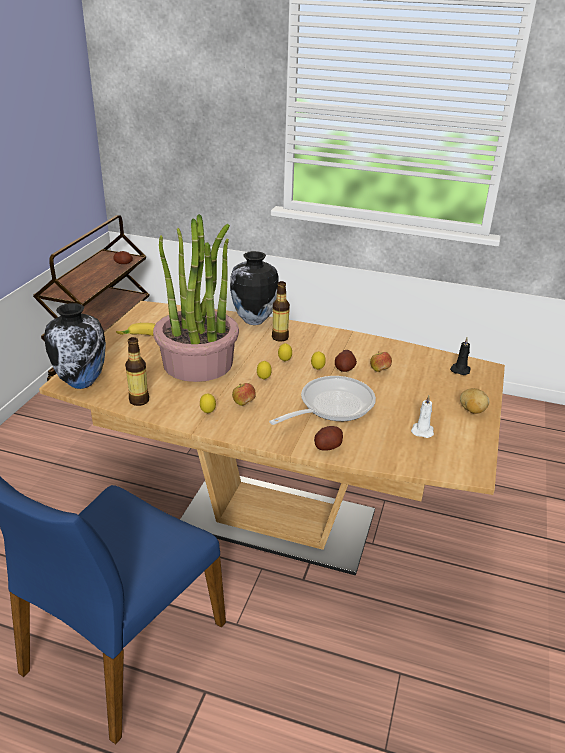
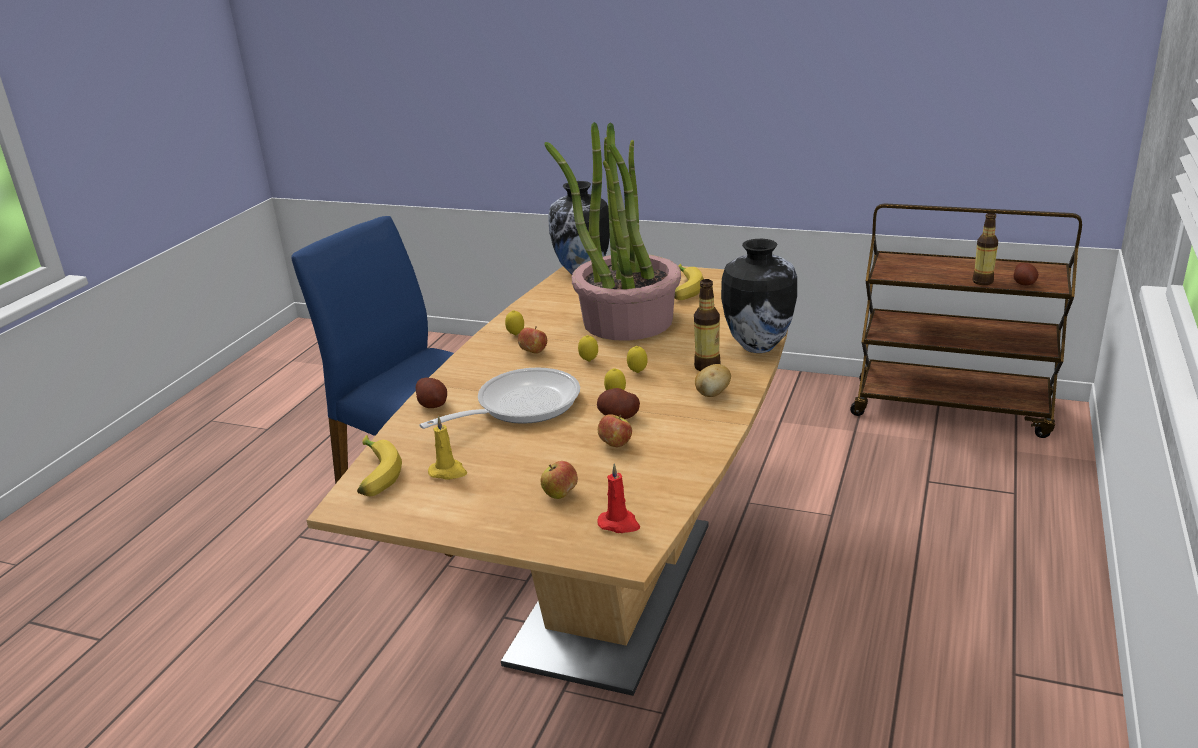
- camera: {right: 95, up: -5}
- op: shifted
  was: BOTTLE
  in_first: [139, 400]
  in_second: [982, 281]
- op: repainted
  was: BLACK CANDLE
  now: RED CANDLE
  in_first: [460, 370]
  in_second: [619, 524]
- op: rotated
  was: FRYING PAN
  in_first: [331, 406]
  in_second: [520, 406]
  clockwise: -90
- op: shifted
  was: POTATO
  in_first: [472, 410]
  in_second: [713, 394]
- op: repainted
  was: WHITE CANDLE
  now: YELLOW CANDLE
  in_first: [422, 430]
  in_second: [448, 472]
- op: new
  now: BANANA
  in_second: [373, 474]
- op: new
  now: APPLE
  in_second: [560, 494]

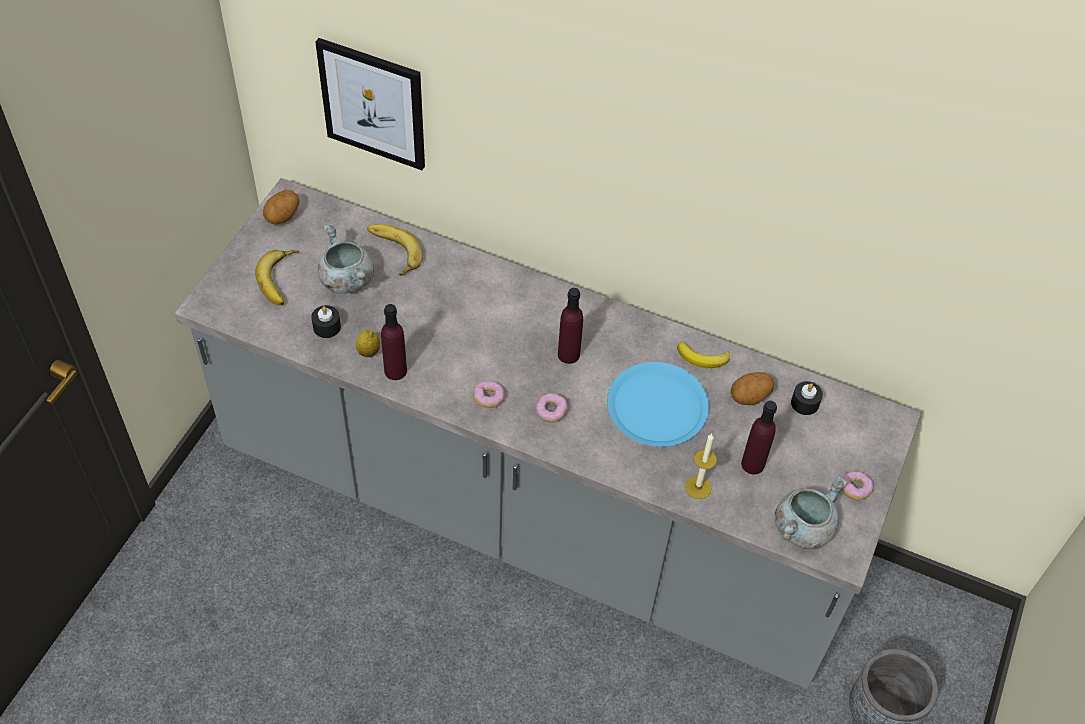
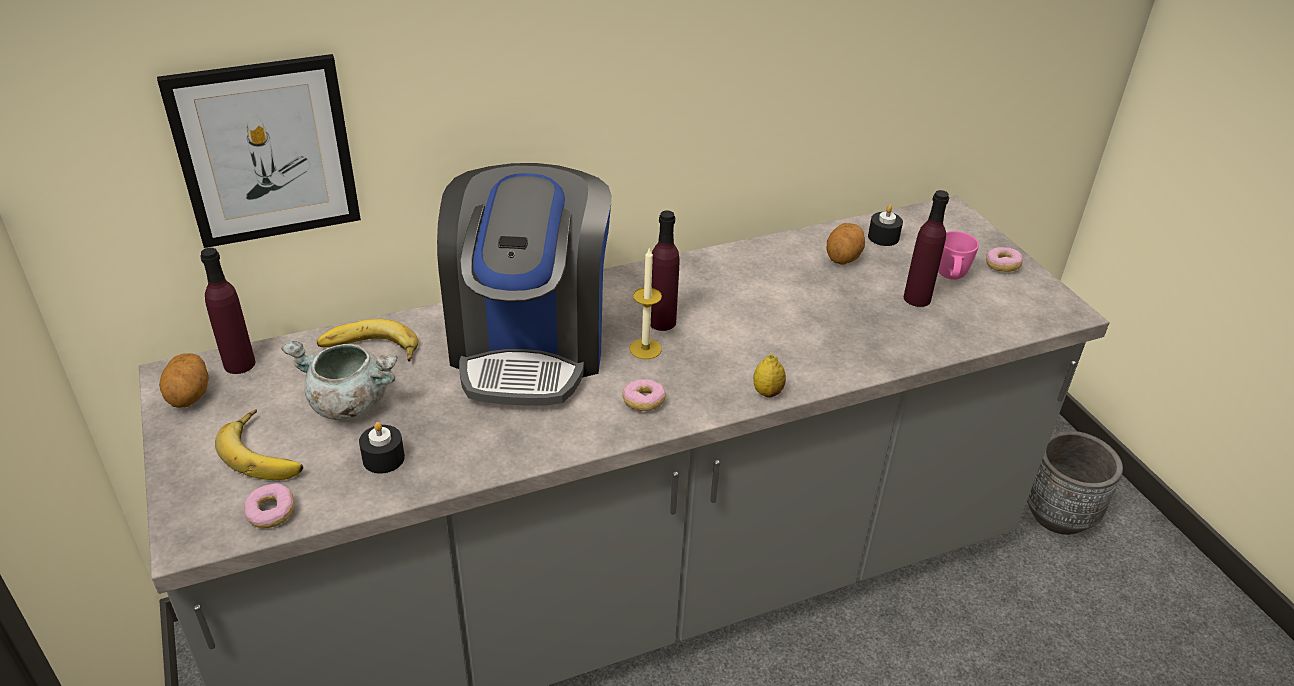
- camera: {right: -45, up: -15}
- op: shifted
  was: PURPLE BOTTLE
  in_first: [395, 370]
  in_second: [239, 364]
- op: shifted
  was: LEMON
  in_first: [368, 352]
  in_second: [767, 392]
- op: gone
  was: BANANA
  in_first: [703, 358]
- op: gone
  was: BLUE PLATE
  in_first: [657, 406]
- op: shifted
  was: DONUT
  in_first: [551, 412]
  in_second: [271, 513]
- op: shifted
  was: CANDLE
  in_first: [698, 487]
  in_second: [645, 349]
- op: gone
  was: GREY COOKING POT
  in_first: [802, 527]
- op: new
  now: COFFEE MACHINE
  in_second: [530, 344]
- op: new
  now: PINK MUG
  in_second: [950, 278]

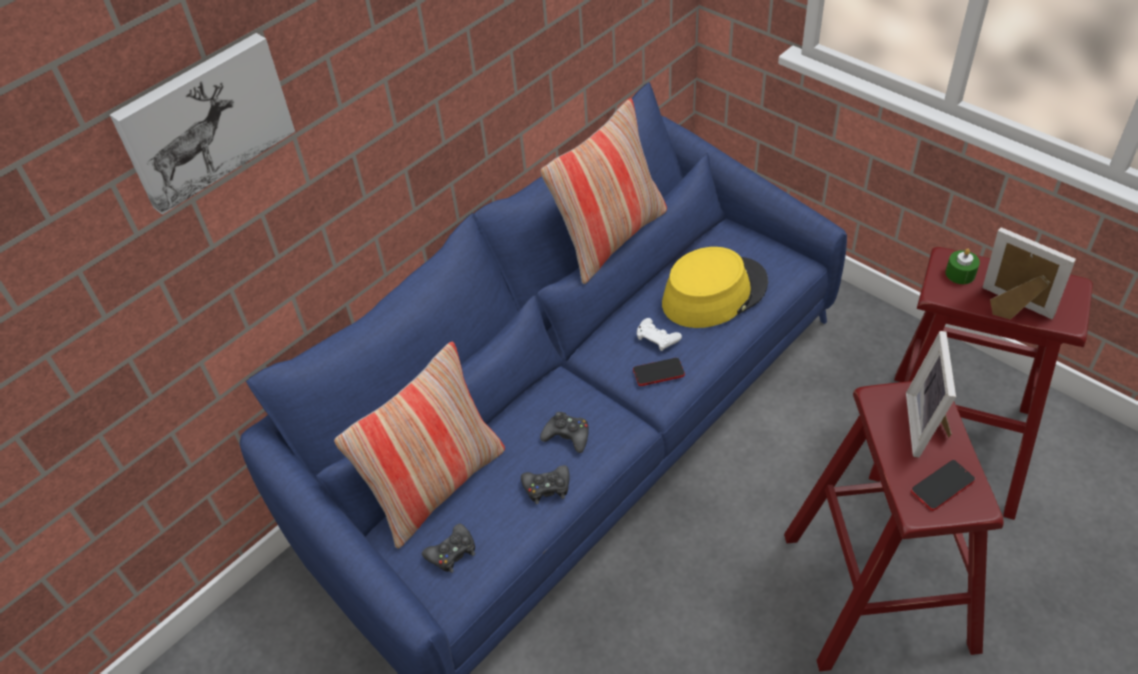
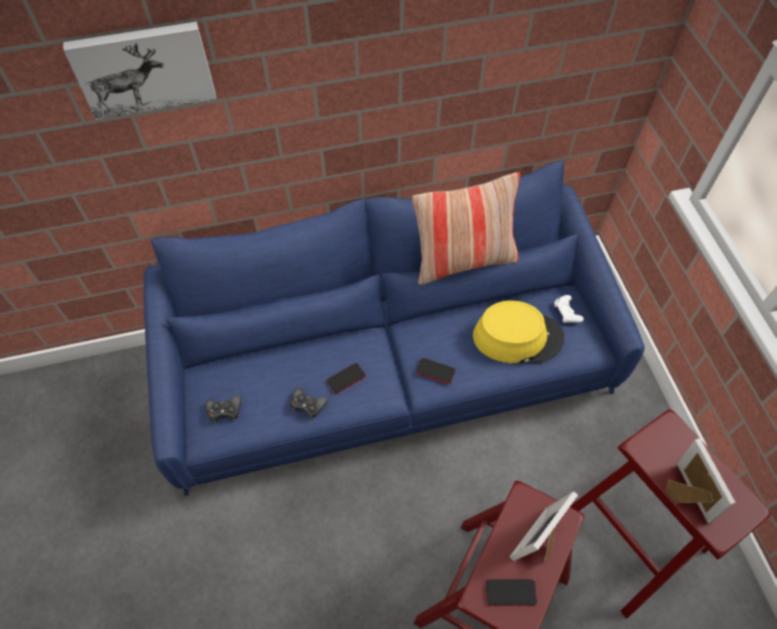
- camera: {right: 30, up: 10}
- op: gone
  was: GREEN CANDLE
  in_first: [960, 274]
- op: shifted
  was: WHITE GAME CONTROLLER
  in_first: [657, 338]
  in_second: [567, 312]
- op: gone
  was: PILLOW
  in_first: [437, 486]
- op: swapped
  was: BLACK GAME CONTROLLER
  now: PHONE
  in_first: [567, 436]
  in_second: [346, 378]

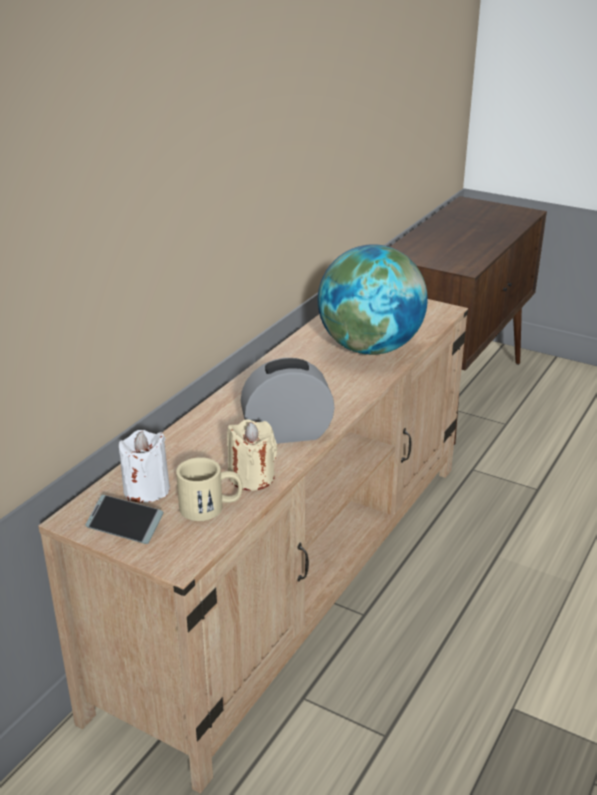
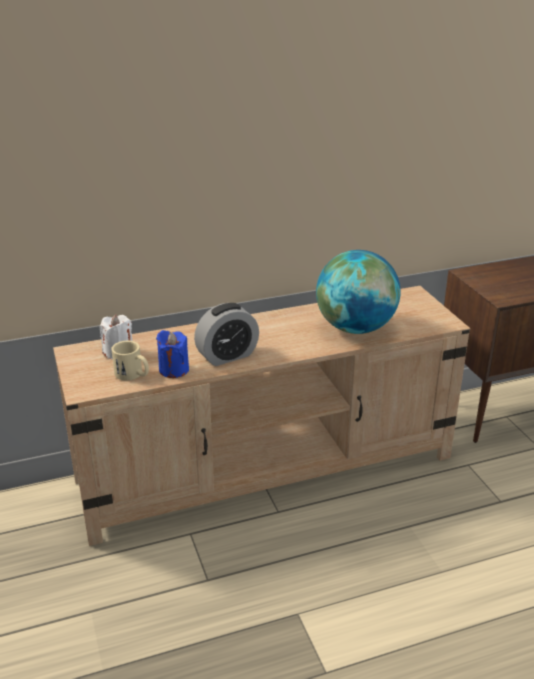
- camera: {right: 40, up: 0}
- op: rotated
  was: ALARM CLOCK
  in_first: [287, 434]
  in_second: [227, 356]
  clockwise: 120
- op: repainted
  was: BEIGE CANDLE
  now: BLUE CANDLE
  in_first: [251, 477]
  in_second: [174, 370]
- op: gone
  was: PHONE
  in_first: [125, 526]

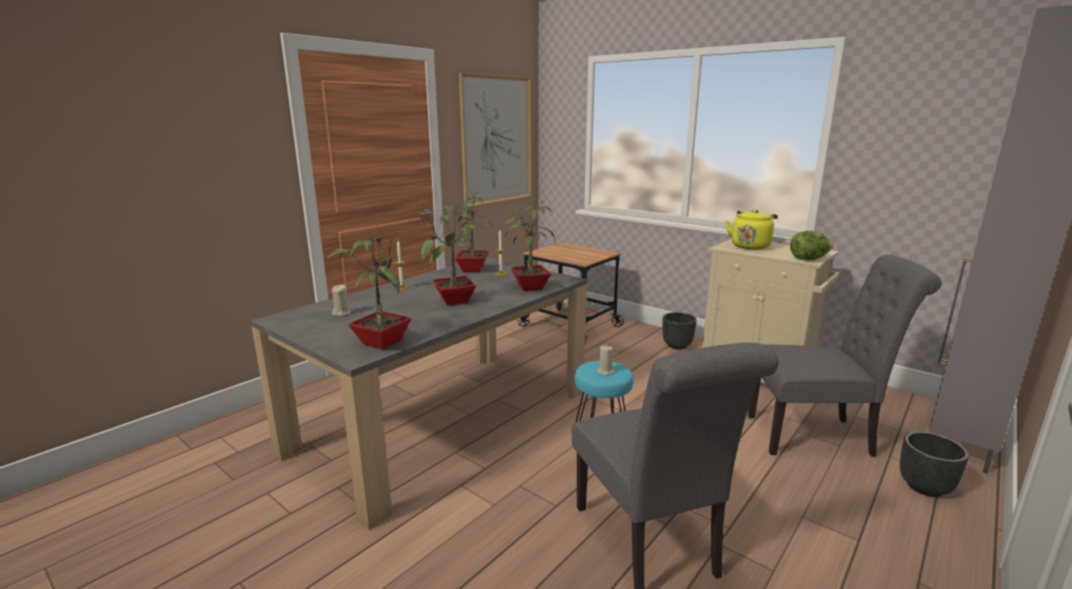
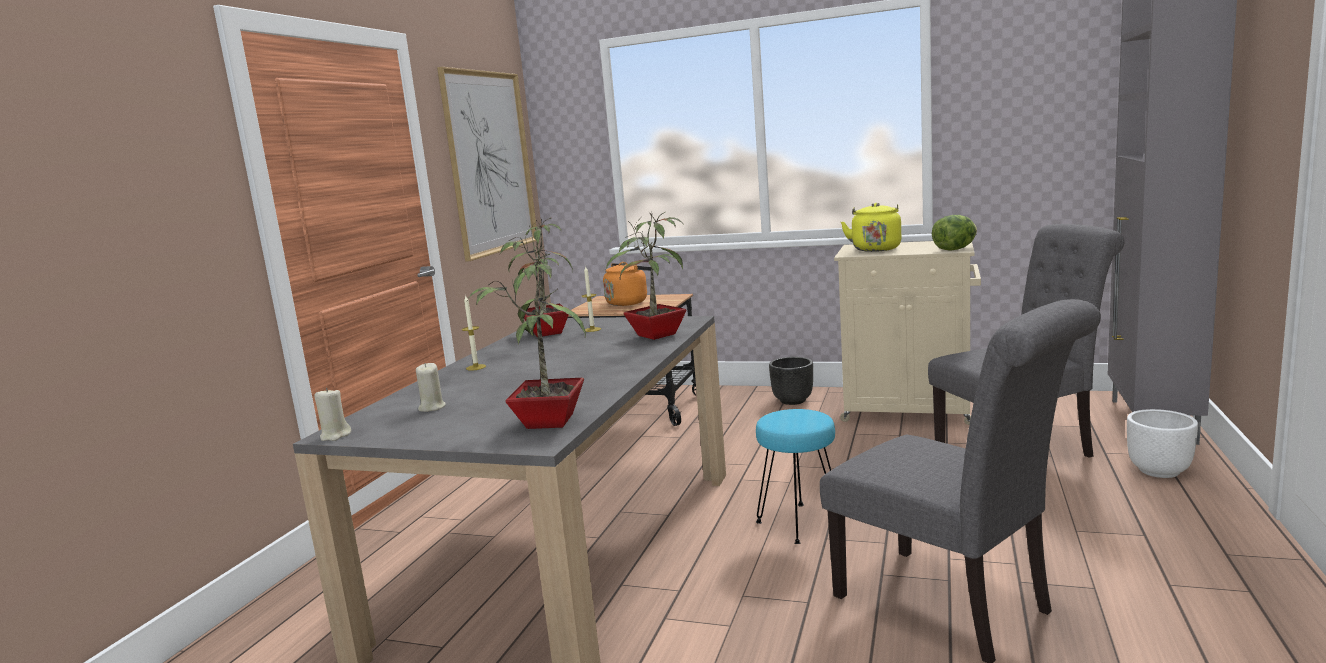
- camera: {right: -20, up: -5}
- op: gone
  was: POTTED PLANT
  in_first: [455, 301]
- op: shifted
  was: BEIGE CANDLE
  in_first: [605, 371]
  in_second: [335, 436]
- op: repainted
  was: BLACK PLANTER
  now: WHITE PLANTER
  in_first: [925, 487]
  in_second: [1160, 471]
- op: new
  now: ORANGE KETTLE
  in_second: [629, 302]

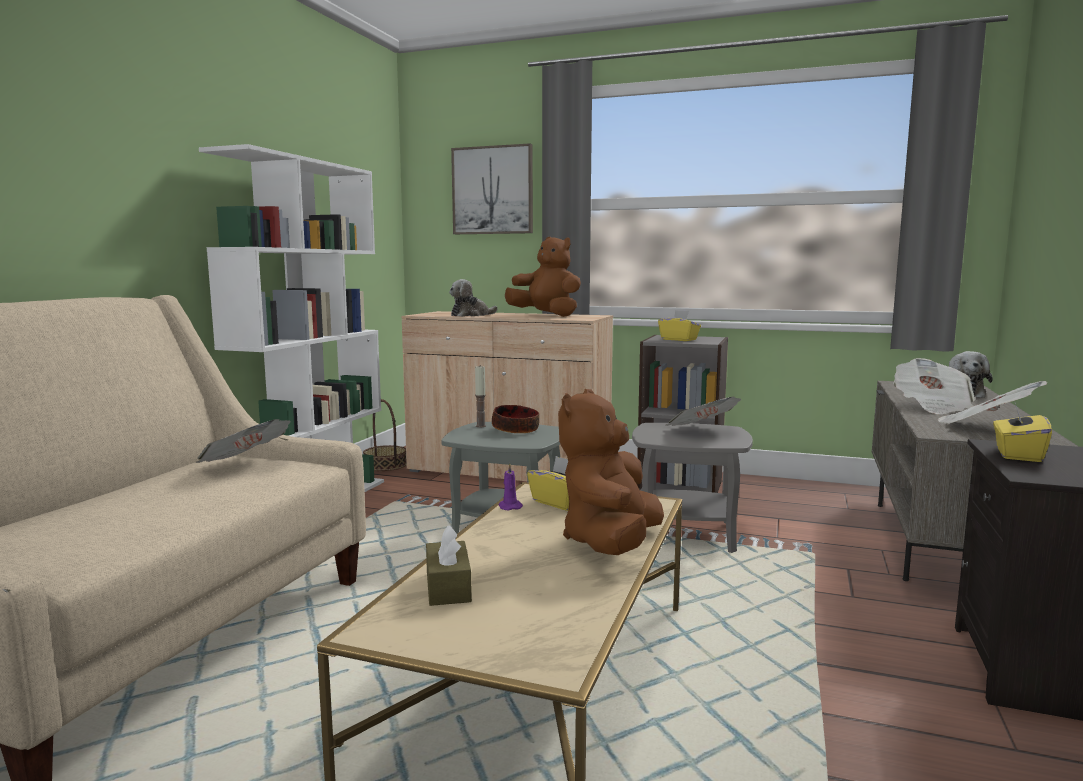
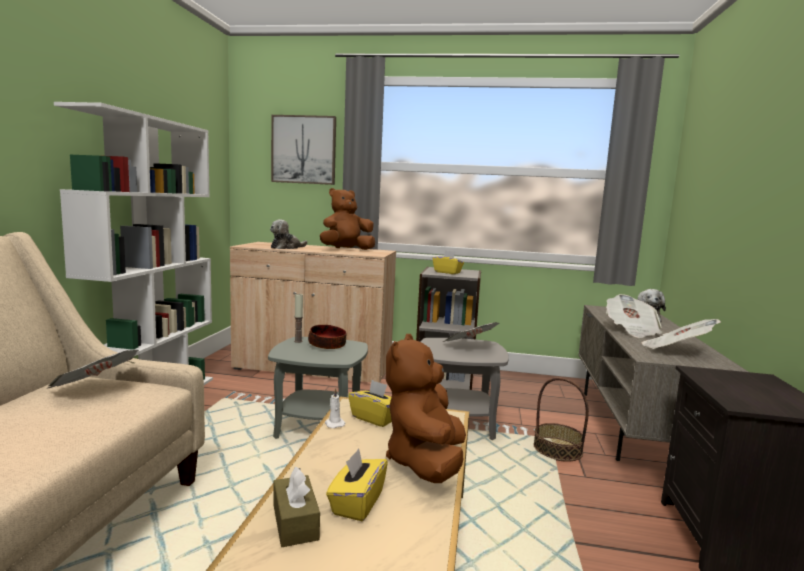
- camera: {right: -10, up: 0}
- op: rotated
  was: BROWN PLUSH TOY
  in_first: [546, 315]
  in_second: [346, 250]
  clockwise: -60
- op: shifted
  was: BASKET
  in_first: [385, 465]
  in_second: [557, 449]
- op: shifted
  was: YELLOW TISSUE BOX
  in_first: [1017, 454]
  in_second: [357, 503]
- op: repainted
  was: PURPLE CANDLE
  now: WHITE CANDLE
  in_first: [509, 506]
  in_second: [334, 424]

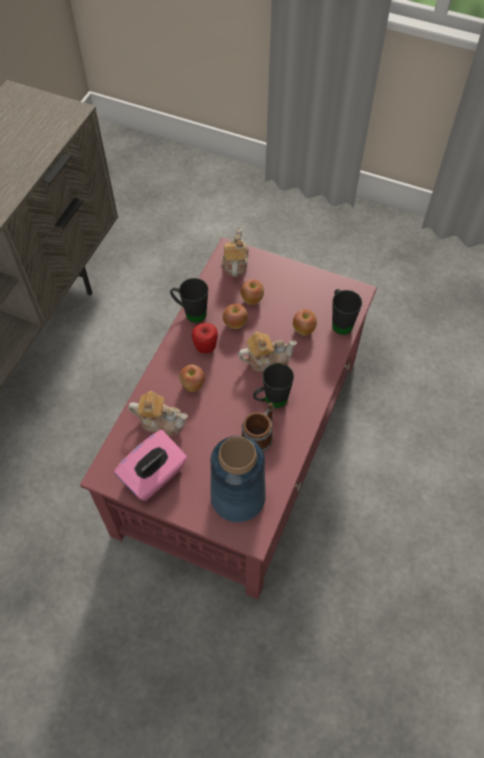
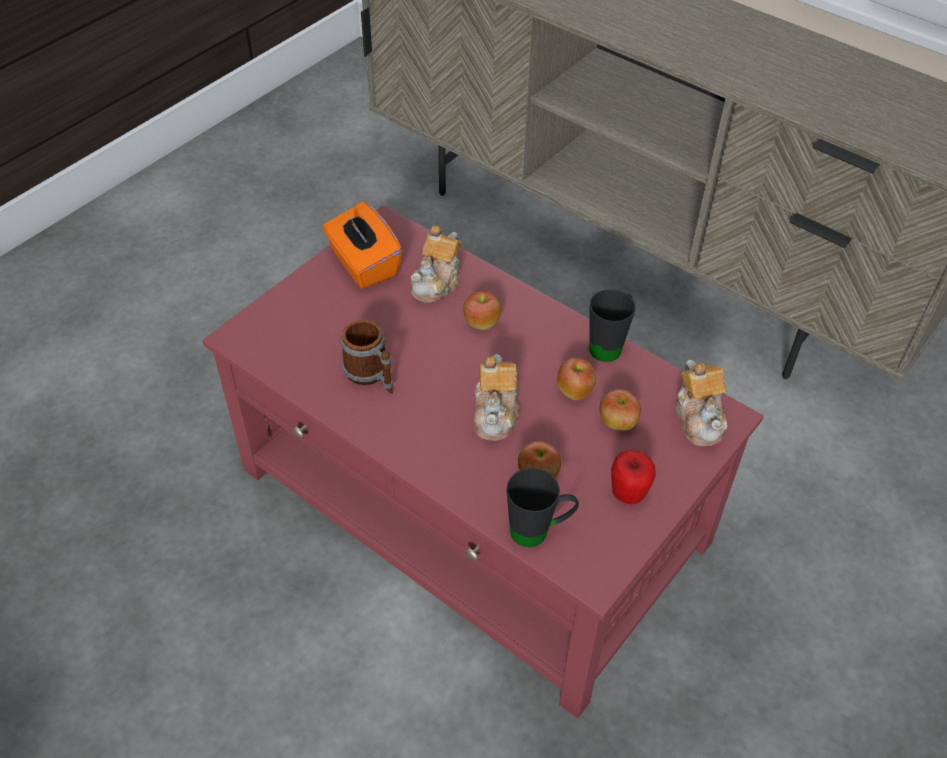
- camera: {right: 105, up: -10}
- op: rotated
  was: TEAPOT
  in_first: [235, 263]
  in_second: [699, 418]
  clockwise: 60
- op: shifted
  was: APPLE
  in_first: [205, 347]
  in_second: [628, 493]
- op: gone
  was: BLACK MUG
  in_first: [271, 401]
- op: repainted
  was: PINK TISSUE BOX
  now: ORANGE TISSUE BOX
  in_first: [154, 475]
  in_second: [363, 264]
- op: gone
  was: BLUE VASE
  in_first: [238, 498]

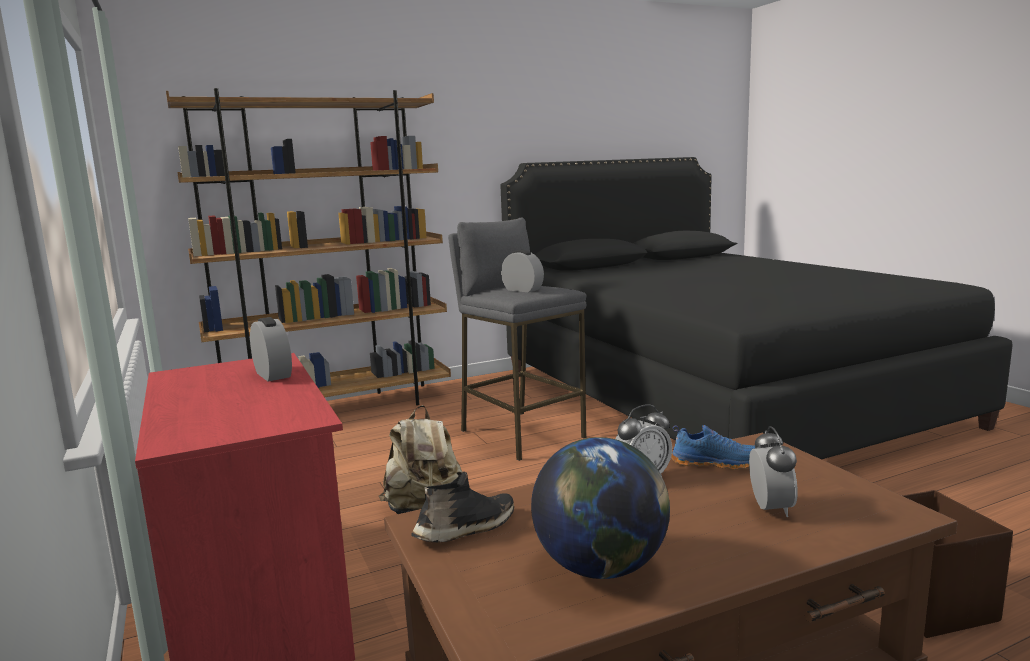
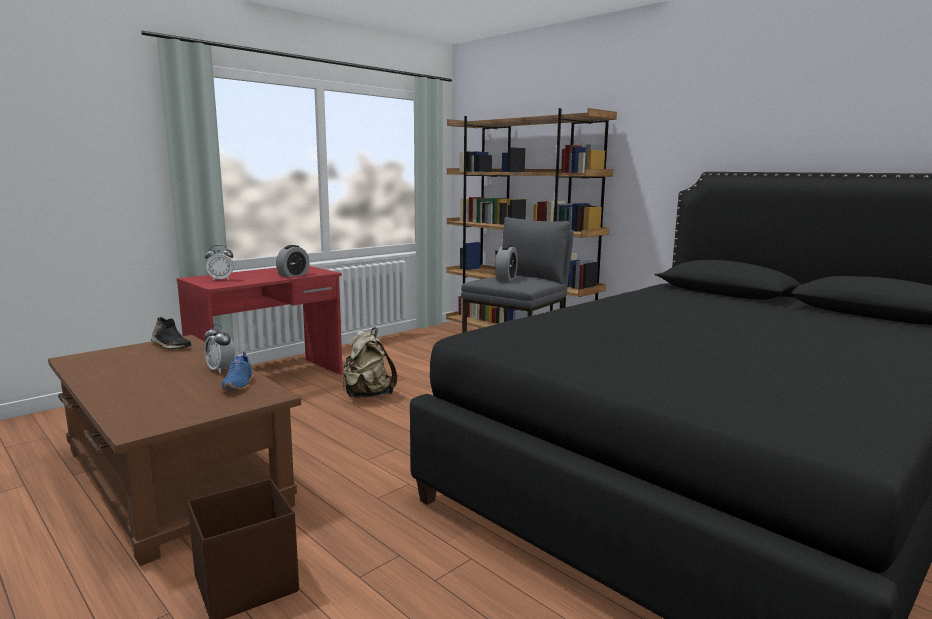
- camera: {right: 70, up: 0}
- op: shifted
  was: ALARM CLOCK
  in_first: [770, 508]
  in_second: [221, 280]
- op: gone
  was: GLOBE
  in_first: [601, 567]

